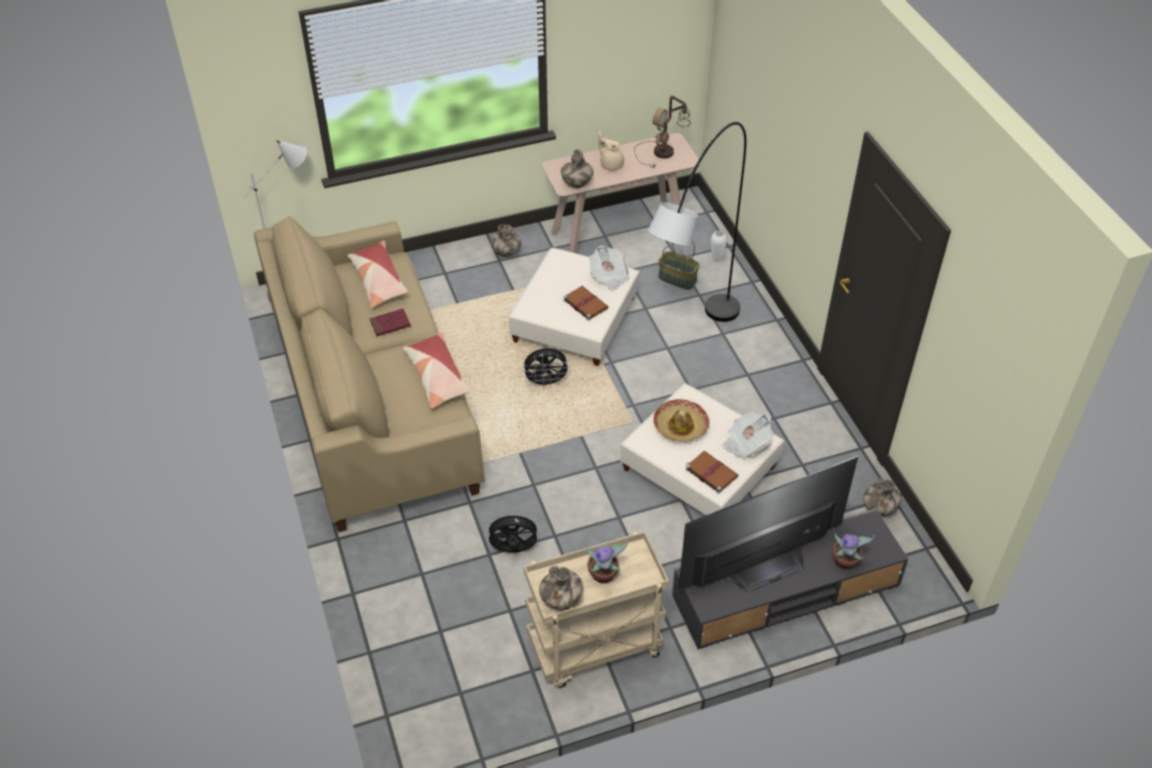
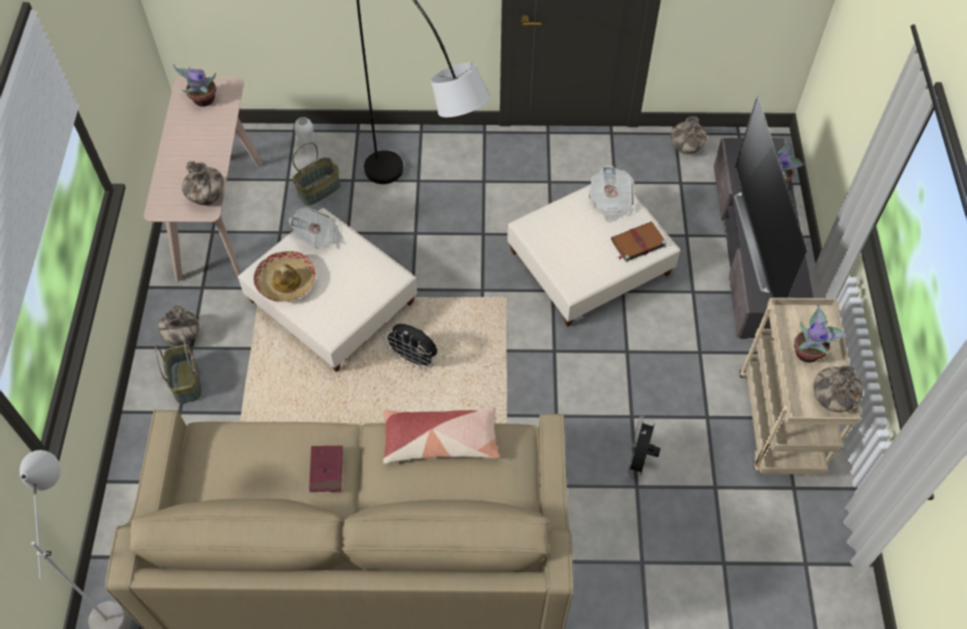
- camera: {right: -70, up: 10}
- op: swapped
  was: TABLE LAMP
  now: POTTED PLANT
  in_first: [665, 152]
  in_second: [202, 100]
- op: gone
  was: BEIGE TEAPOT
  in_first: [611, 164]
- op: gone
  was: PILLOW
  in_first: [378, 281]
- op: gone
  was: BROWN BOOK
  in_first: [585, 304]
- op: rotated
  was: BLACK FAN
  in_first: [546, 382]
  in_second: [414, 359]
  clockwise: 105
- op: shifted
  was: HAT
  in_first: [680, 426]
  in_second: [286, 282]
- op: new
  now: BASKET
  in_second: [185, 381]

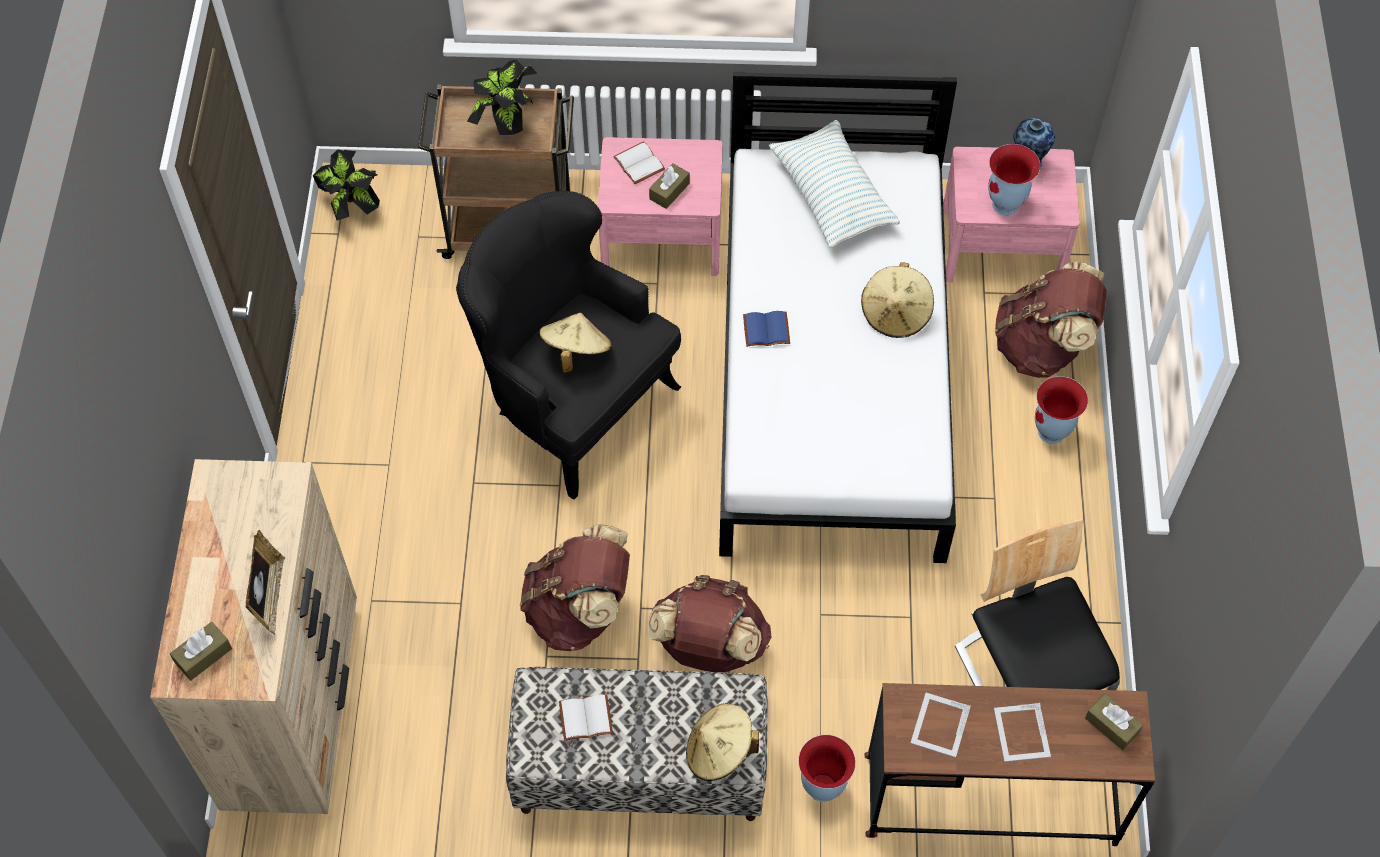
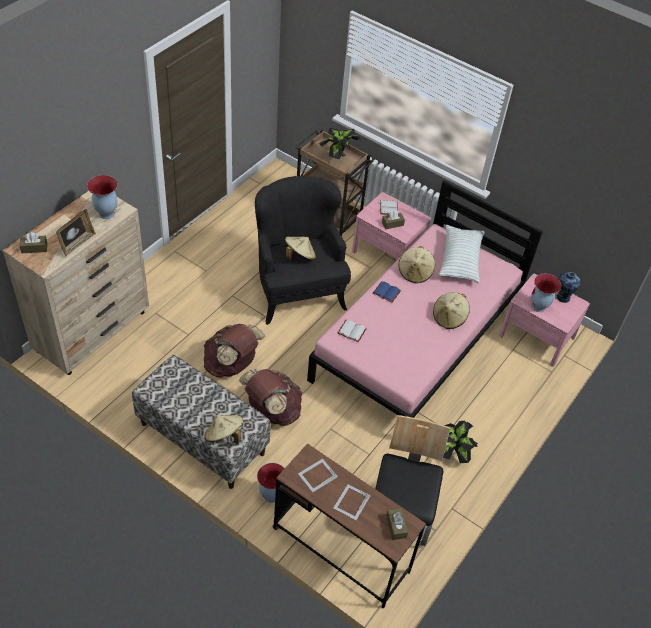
- camera: {right: 30, up: -10}
- op: repainted
  was: WHITE BED
  now: PINK BED
  in_first: [832, 373]
  in_second: [417, 341]
- op: shifted
  was: POTTED PLANT
  in_first: [352, 206]
  in_second: [454, 452]
- op: gone
  was: BROWN BACKPACK
  in_first: [1042, 347]
- op: shifted
  was: VASE
  in_first: [1052, 433]
  in_second: [106, 214]
- op: shifted
  was: WHITE BOOK
  in_first: [585, 719]
  in_second: [351, 331]
- op: new
  now: BEIGE HAT
  in_second: [415, 272]

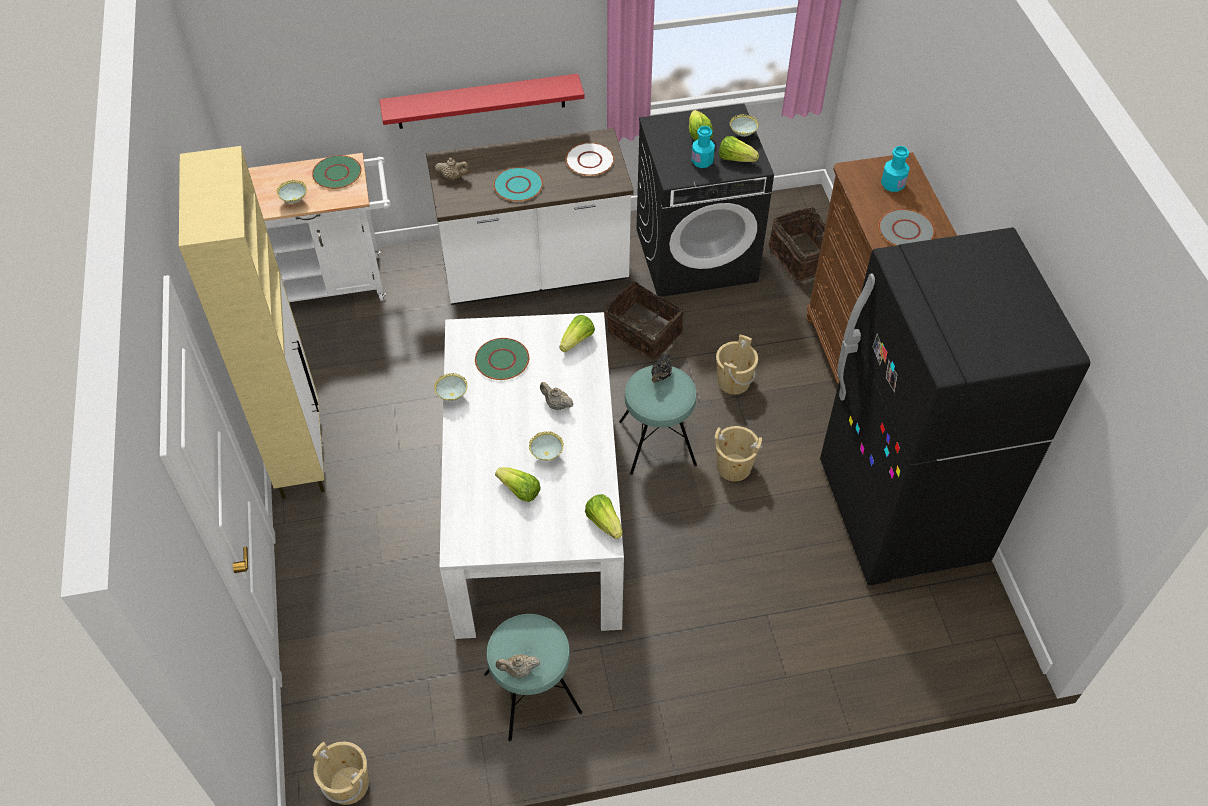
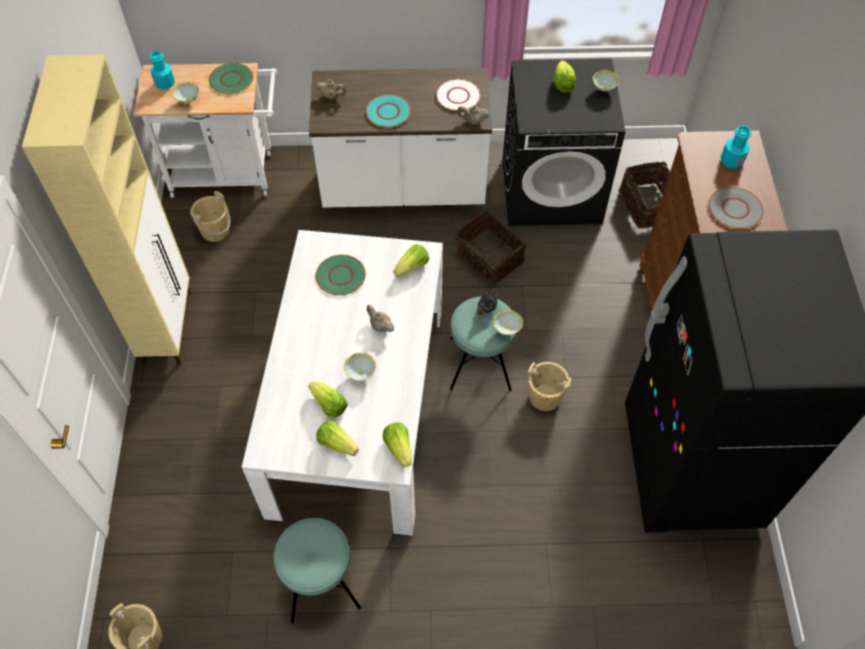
- camera: {right: 10, up: 5}
- op: gone
  was: RED SHELF
  in_first: [481, 101]
- op: shifted
  was: TURQUOISE BOTTLE
  in_first: [702, 161]
  in_second: [165, 83]
- op: shifted
  was: LETTUCE
  in_first: [736, 159]
  in_second: [337, 443]
- op: shifted
  was: BEIGE BUCKET
  in_first: [733, 381]
  in_second: [215, 231]
- op: shifted
  was: BOWL
  in_first: [452, 397]
  in_second: [507, 330]
- op: shifted
  was: BEIGE TEAPOT
  in_first: [518, 671]
  in_second: [473, 122]

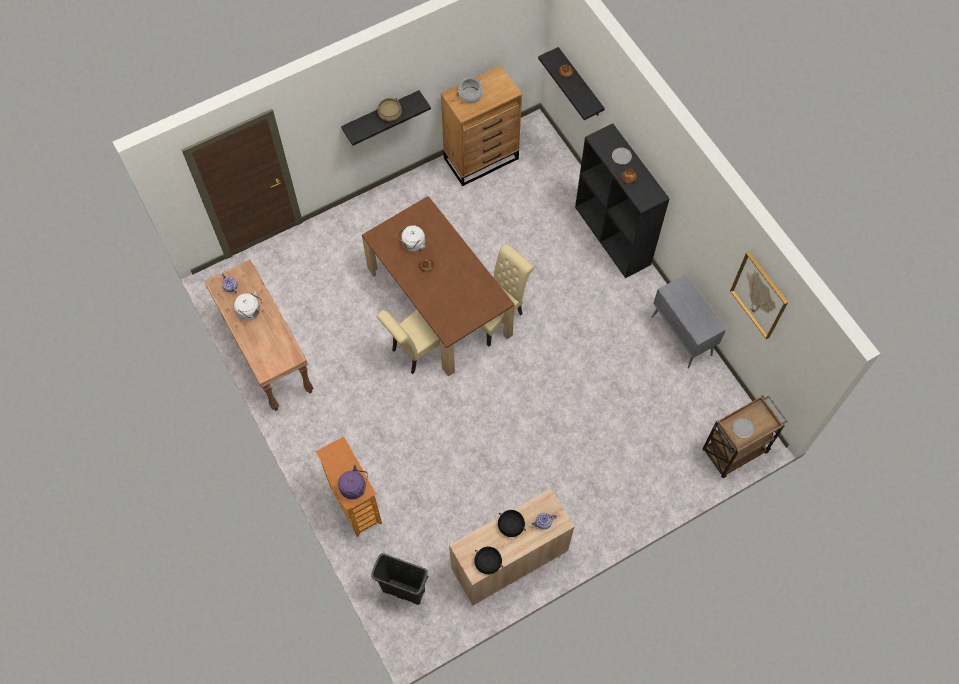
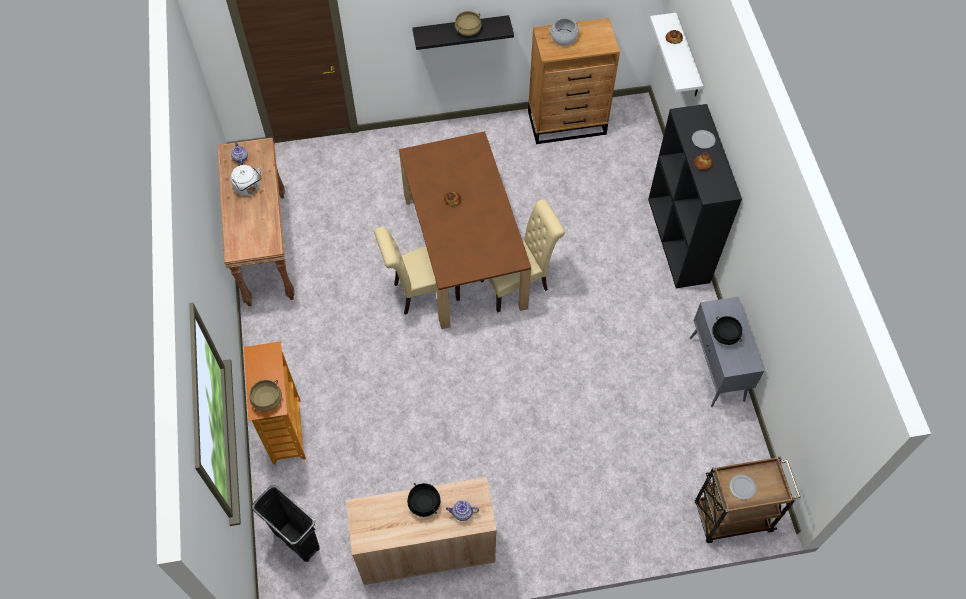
- camera: {right: 20, up: -5}
- op: repainted
  was: BLACK SHELF
  now: WHITE SHELF
  in_first: [580, 84]
  in_second: [687, 57]
- op: gone
  was: WHITE KETTLE
  in_first: [412, 245]
- op: gone
  was: PICTURE
  in_first: [759, 295]
- op: swapped
  was: PURPLE KETTLE
  now: BEIGE COOKING POT
  in_first: [355, 488]
  in_second: [267, 400]
- op: shifted
  was: BLACK COOKING POT
  in_first: [488, 562]
  in_second: [725, 334]

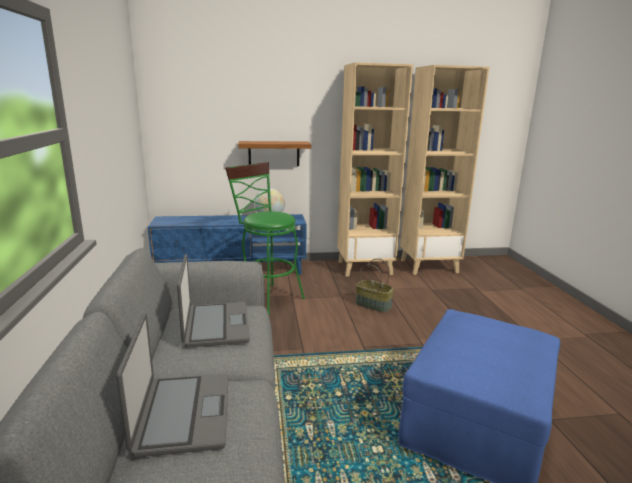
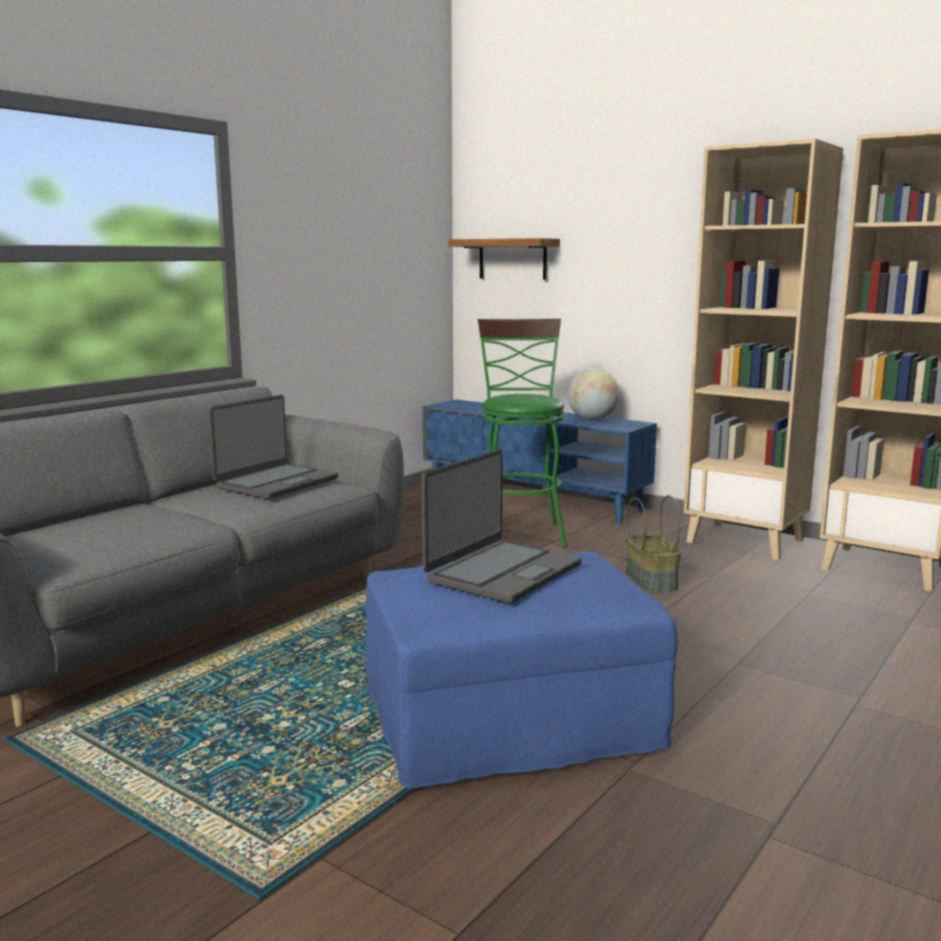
- camera: {right: 45, up: -5}
- op: shifted
  was: SHELF
  in_first: [274, 153]
  in_second: [512, 259]
- op: shifted
  was: LAPTOP
  in_first: [182, 414]
  in_second: [502, 573]

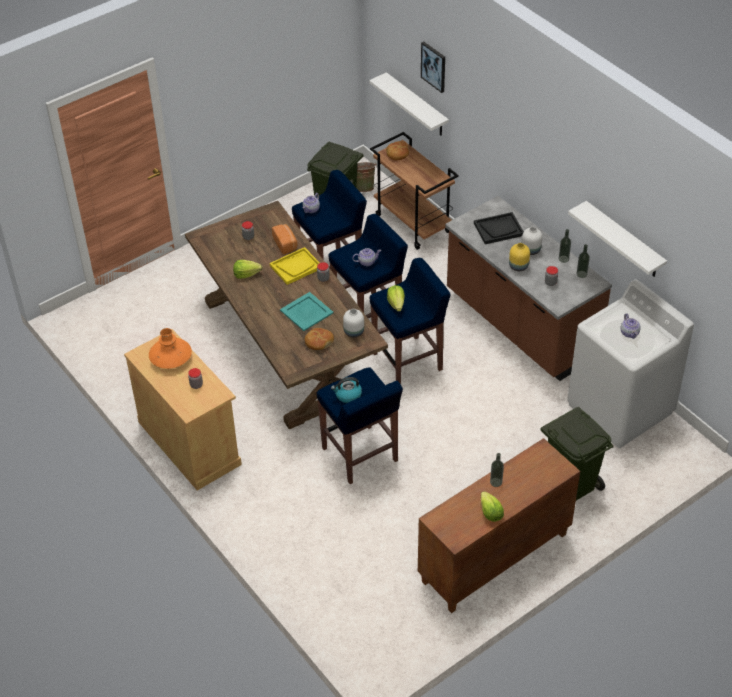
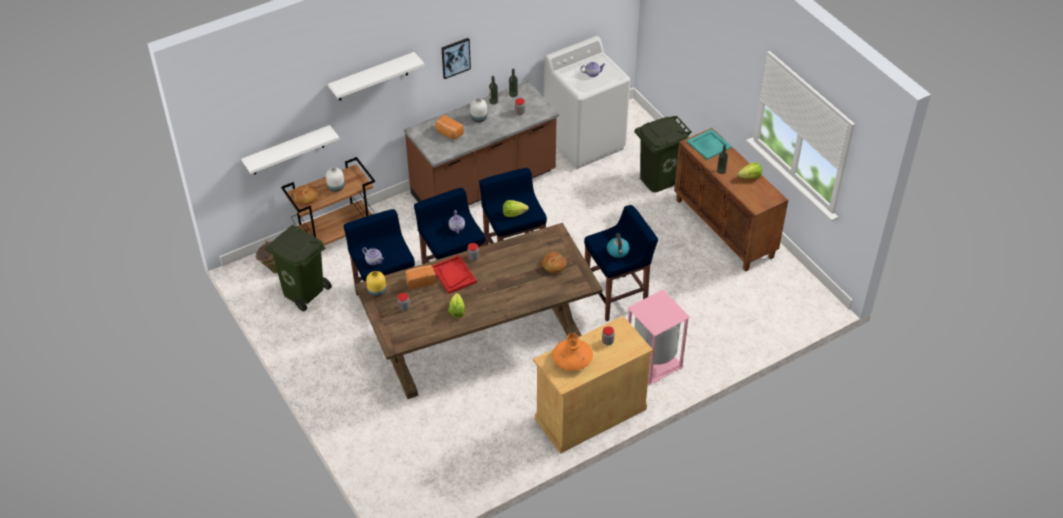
- camera: {right: -85, up: 0}
- op: shifted
  was: PICTURE
  in_first: [434, 66]
  in_second: [455, 57]
- op: shifted
  was: WHITE SHELF
  in_first: [624, 241]
  in_second: [372, 77]
- op: swapped
  was: BLACK TRAY
  now: BREAD
  in_first: [498, 229]
  in_second: [448, 133]
- op: shifted
  was: YELLOW VASE
  in_first: [518, 266]
  in_second: [377, 292]
- op: repainted
  was: YELLOW TRAY
  now: RED TRAY
  in_first: [296, 267]
  in_second: [453, 275]
- op: shifted
  was: TURQUOISE TRAY
  in_first: [306, 312]
  in_second: [709, 144]
- op: shifted
  was: WHITE VASE
  in_first: [354, 332]
  in_second: [336, 187]
- op: new
  now: PINK TRASH CAN
  in_second: [654, 362]

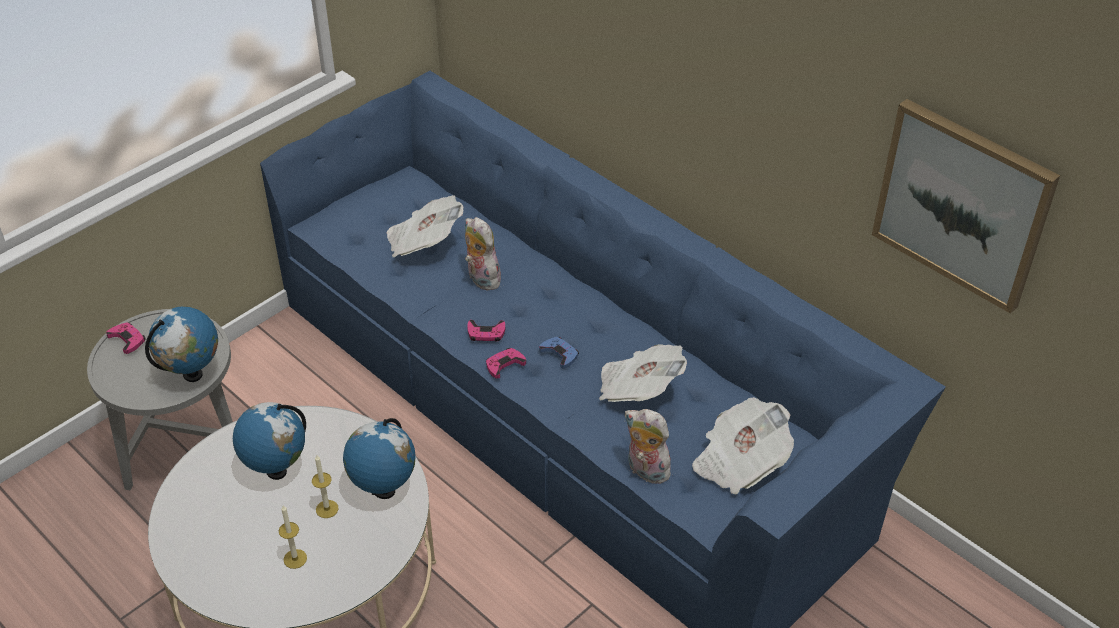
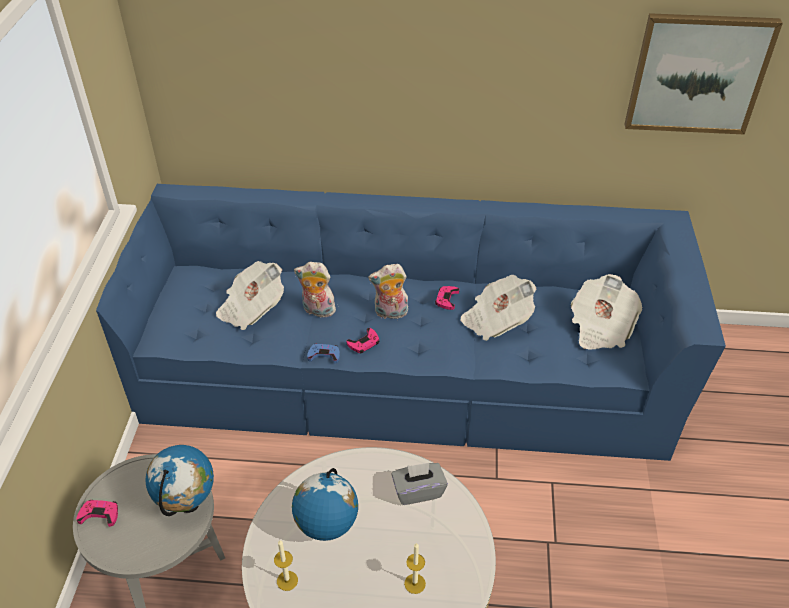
- camera: {right: -40, up: 0}
- op: shifted
  was: BLUE GAME CONTROLLER
  in_first: [559, 354]
  in_second: [324, 355]
- op: shifted
  was: PINK GAME CONTROLLER
  in_first: [504, 364]
  in_second: [446, 299]
- op: shifted
  was: PLUSH TOY
  in_first: [645, 471]
  in_second: [390, 313]
- op: swapped
  was: GLOBE
  now: GREY TISSUE BOX
  in_first: [383, 490]
  in_second: [418, 491]
- op: shifted
  was: CANDLE
  in_first: [327, 509]
  in_second: [287, 580]

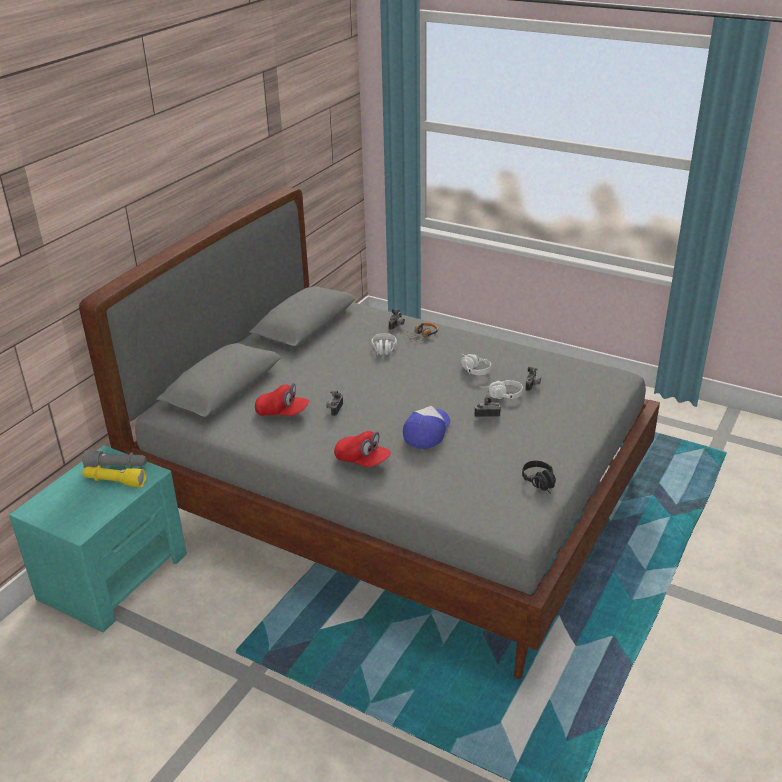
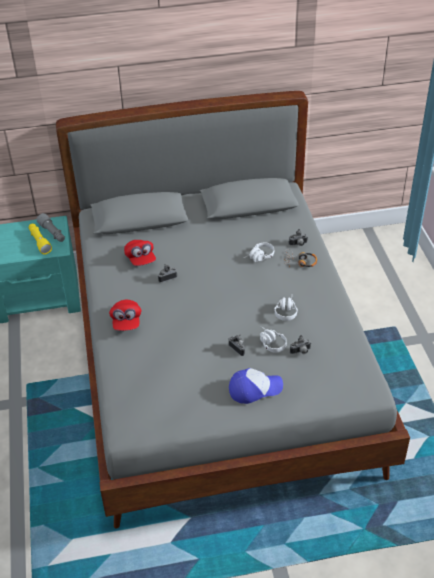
- camera: {right: 50, up: 10}
- op: shifted
  was: CAP
  in_first: [427, 431]
  in_second: [254, 389]
- op: gone
  was: BLACK HEADPHONES
  in_first: [541, 484]

